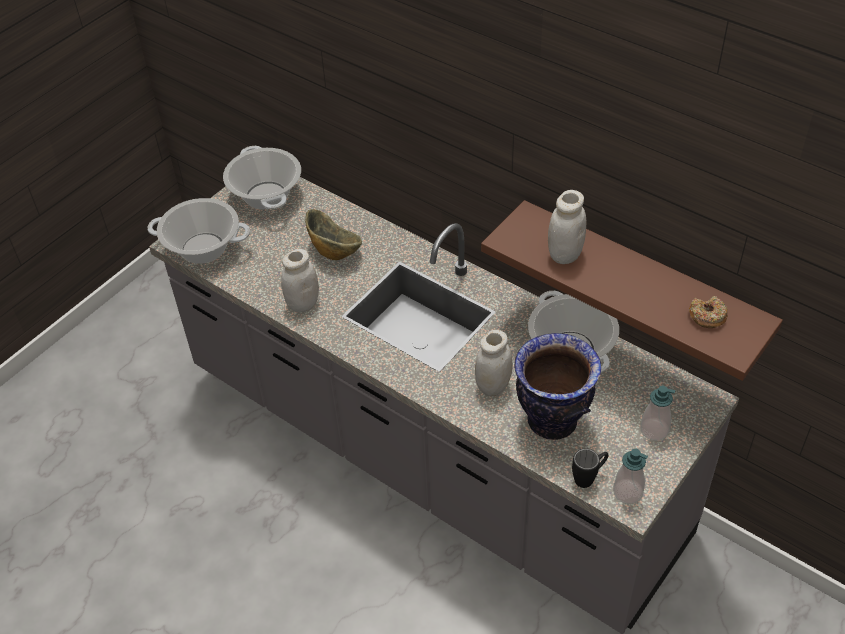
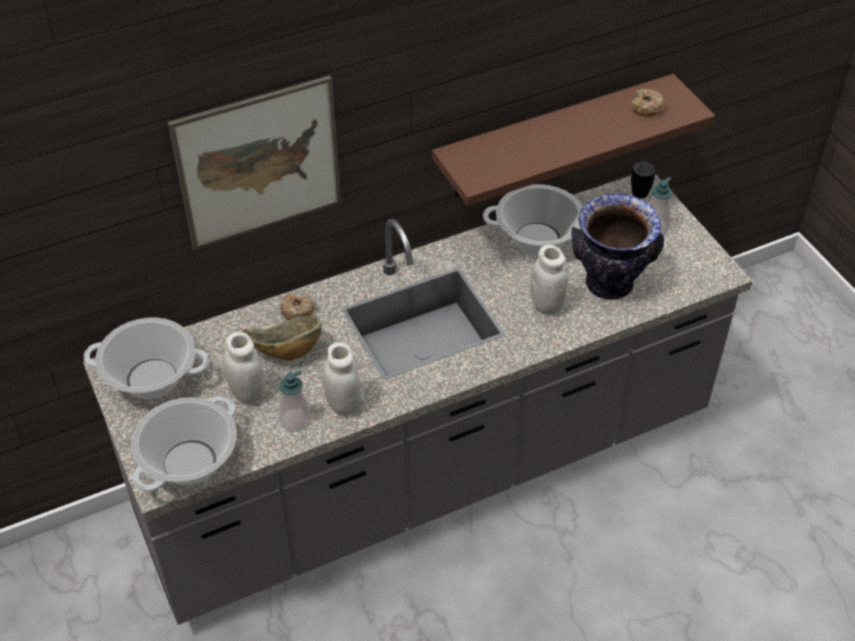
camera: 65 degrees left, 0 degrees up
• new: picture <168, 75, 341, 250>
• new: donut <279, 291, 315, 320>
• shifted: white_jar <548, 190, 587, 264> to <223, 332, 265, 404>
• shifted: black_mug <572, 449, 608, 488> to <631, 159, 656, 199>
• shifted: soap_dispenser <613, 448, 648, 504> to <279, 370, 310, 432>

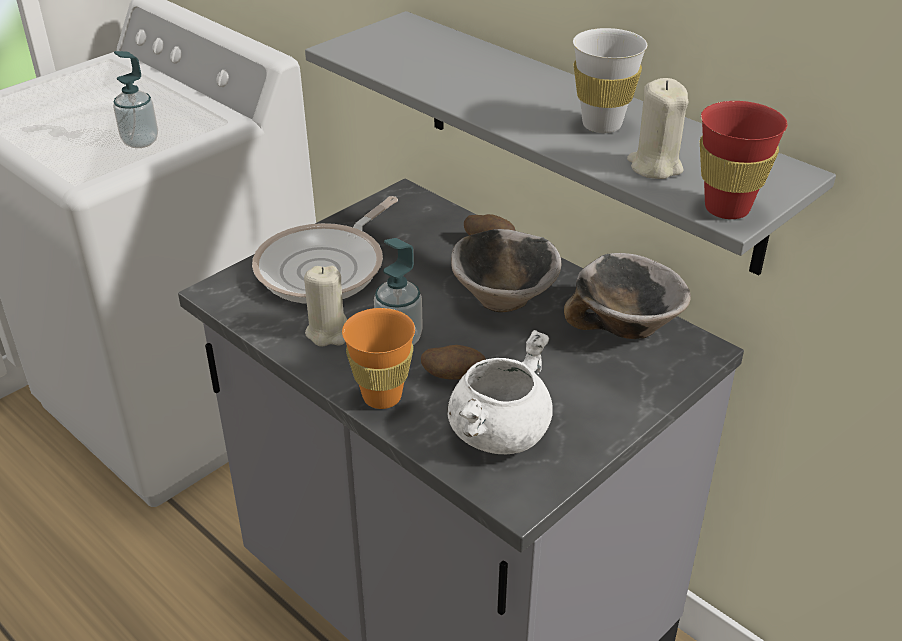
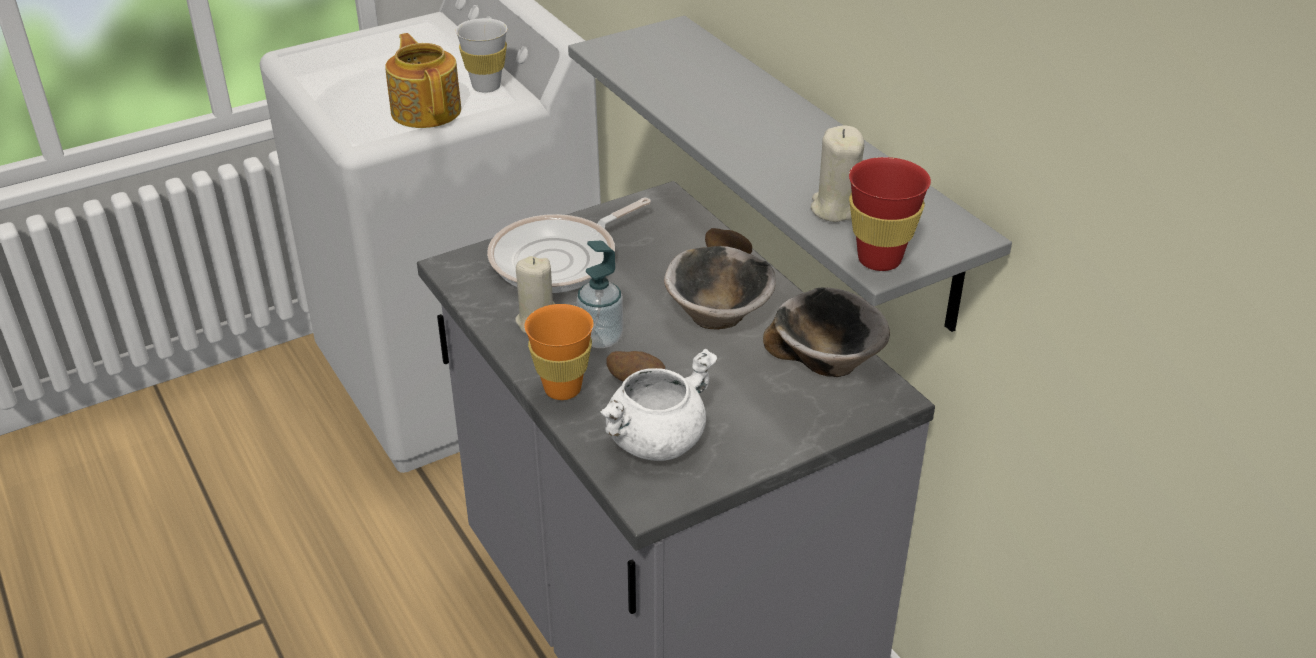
camera: 15 degrees right, 0 degrees up
• shifted: white_cup <573, 28, 647, 133> to <456, 18, 508, 93>
• swapped: soap_dispenser <113, 51, 158, 148> to teapot <385, 33, 461, 128>

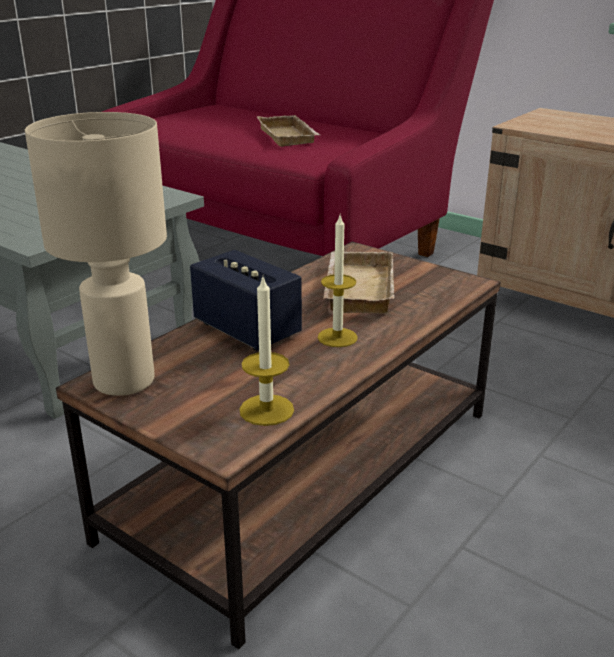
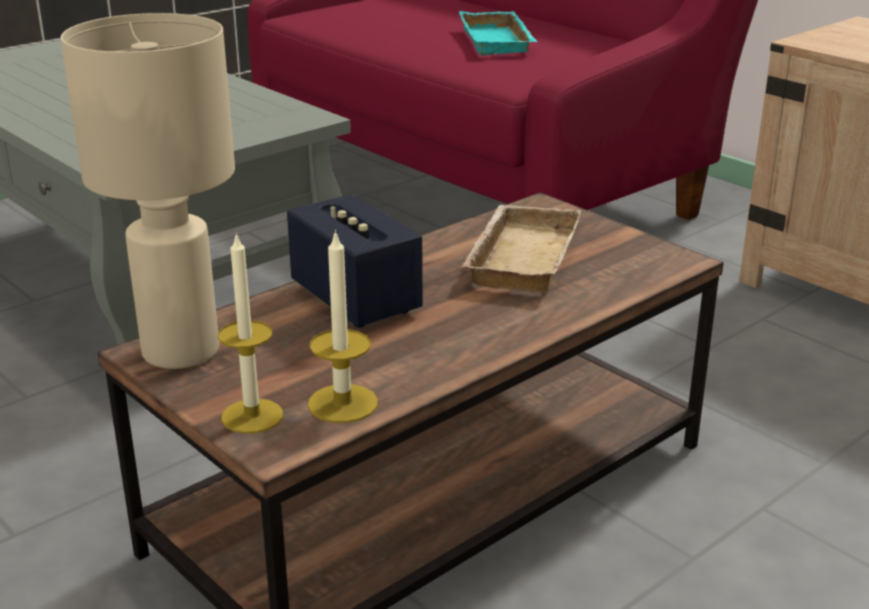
camera: 10 degrees right, 0 degrees up
• shifted: candle <318, 213, 358, 347> to <218, 232, 283, 434>
• repainted: beige_tray <256, 115, 320, 147> to turquoise_tray <459, 11, 537, 55>

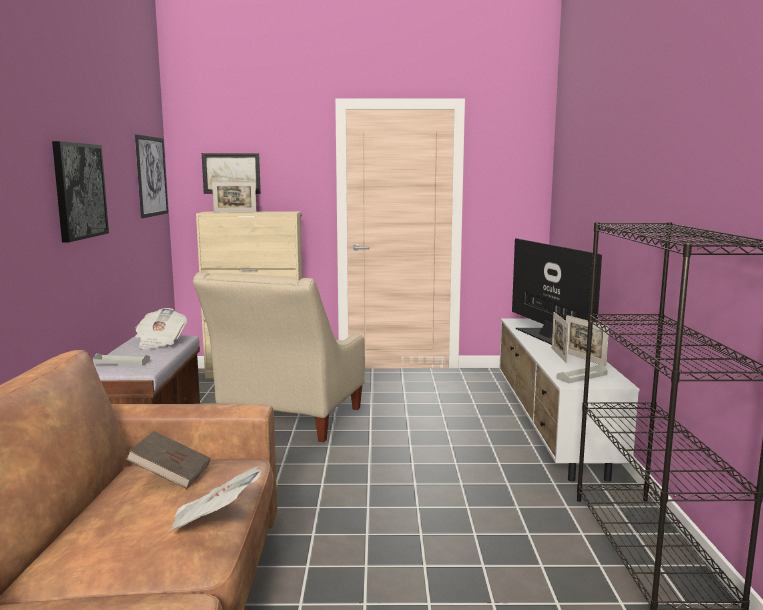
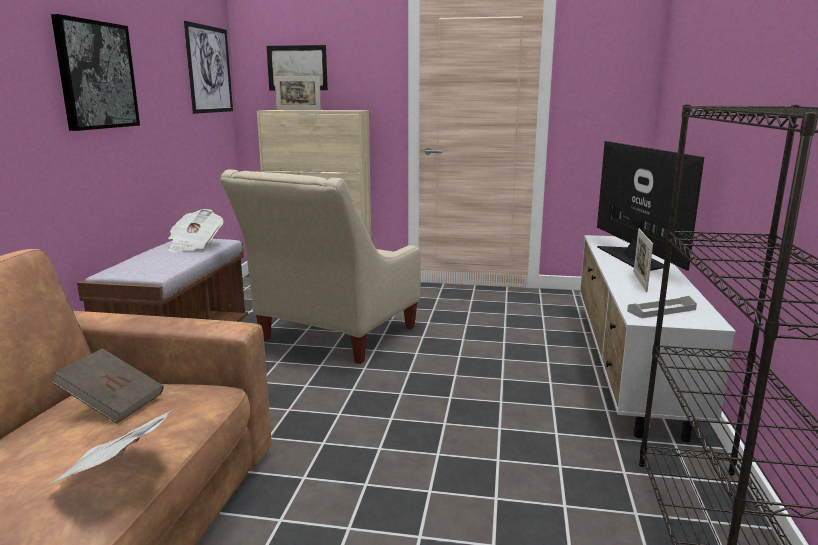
camera: 10 degrees right, 5 degrees up
• gone: grey_tray <93, 353, 150, 366>
• gone: picture_frame <566, 315, 609, 366>

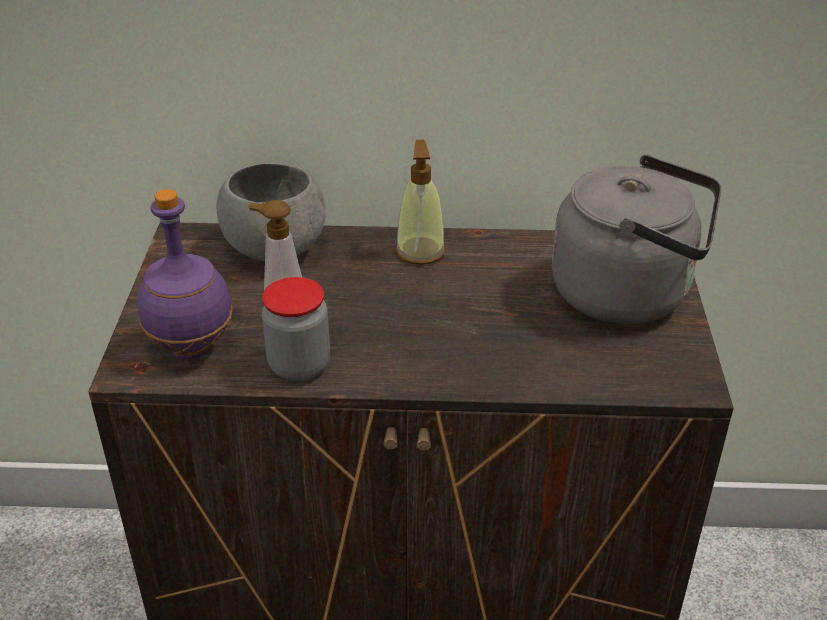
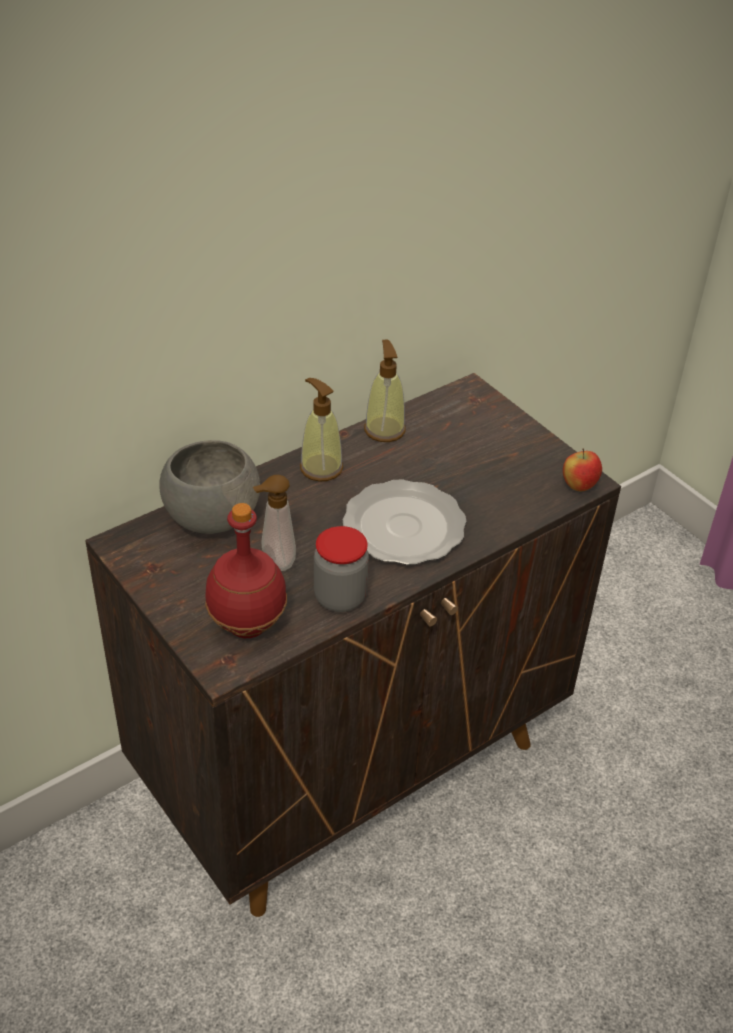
camera: 40 degrees left, 5 degrees up
• gone: grey_kettle <552, 155, 721, 324>
• new: plate <342, 479, 467, 565>
• new: soap_dispenser <364, 339, 406, 442>
• new: apple <563, 448, 602, 491>
• repainted: purple_bottle <137, 189, 233, 359> to red_bottle <205, 503, 287, 638>

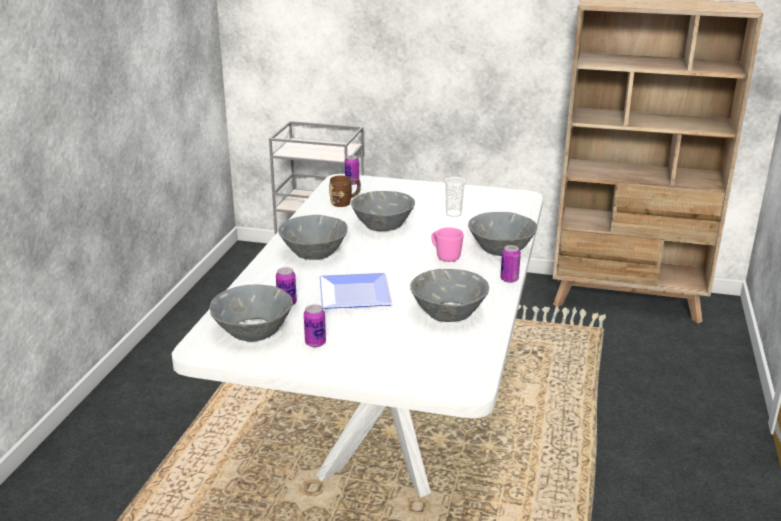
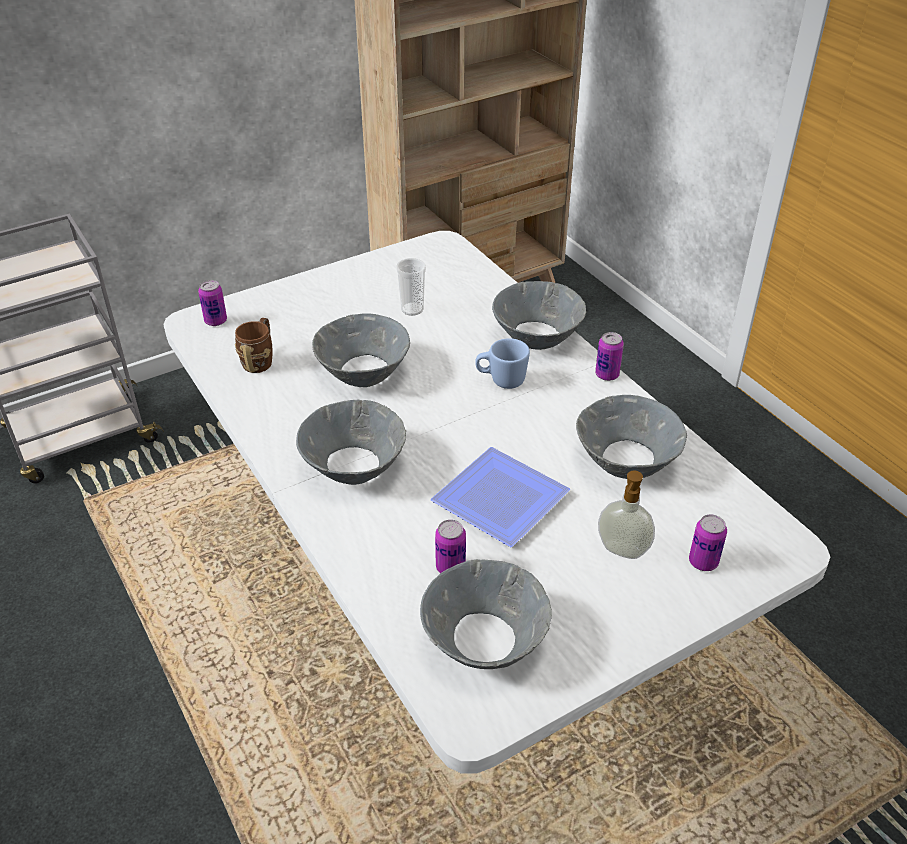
camera: 45 degrees left, 15 degrees up
• new: soap_dispenser <598, 470, 655, 559>
• shifted: can <304, 304, 326, 347> to <689, 514, 727, 571>
• repainted: pink_mug <431, 227, 464, 262> to blue_mug <475, 338, 530, 389>

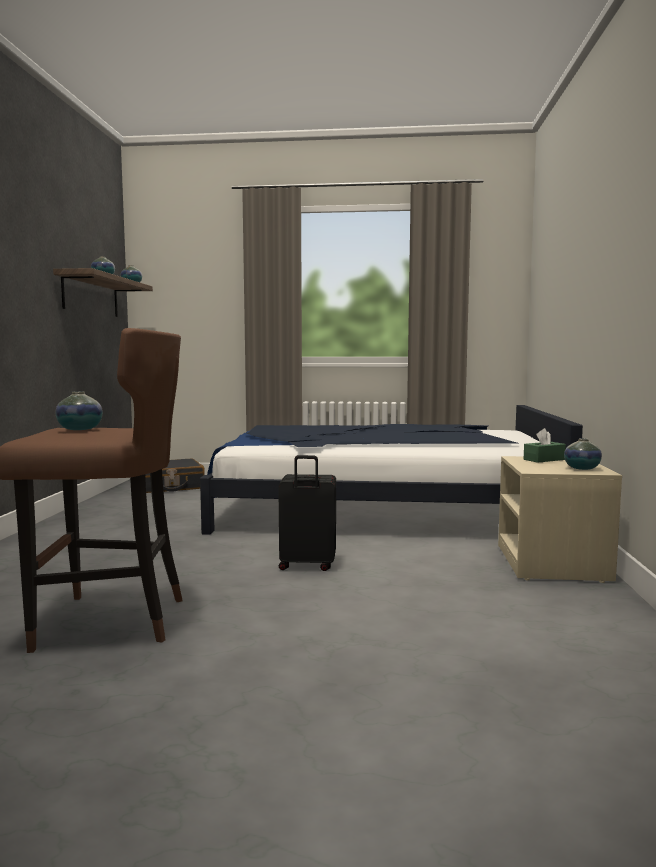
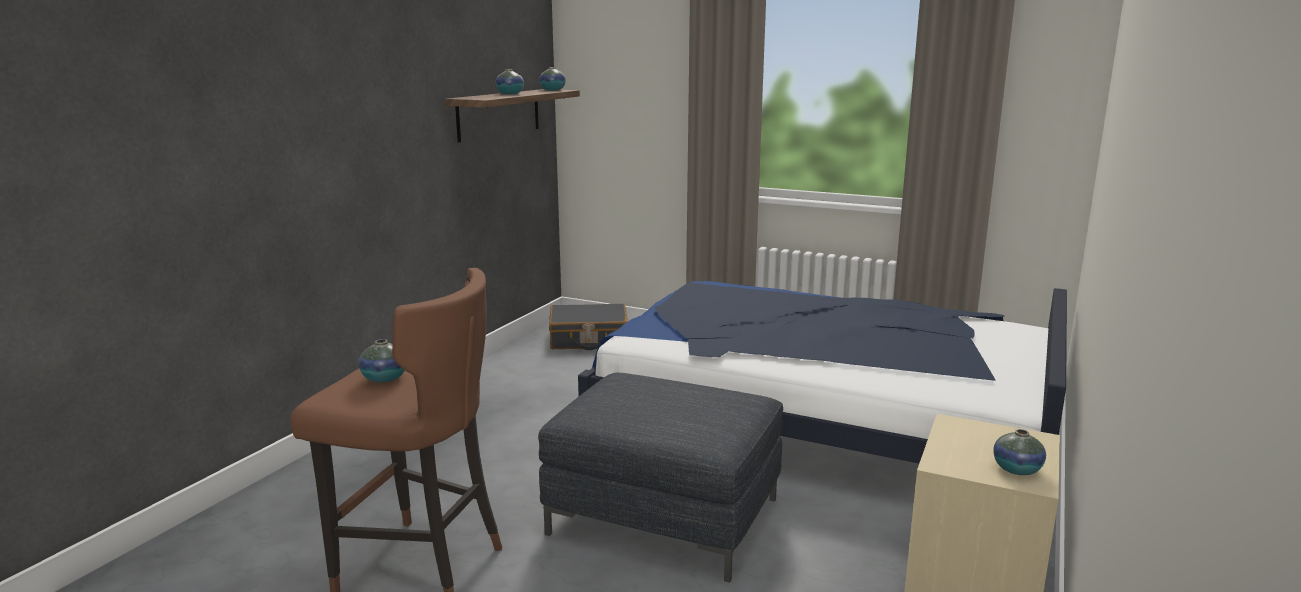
camera: 20 degrees right, 10 degrees up
• gone: green_tissue_box <524, 428, 566, 463>
• swapped: black_suitcase <278, 455, 336, 571> to grey_ottoman <538, 373, 783, 582>

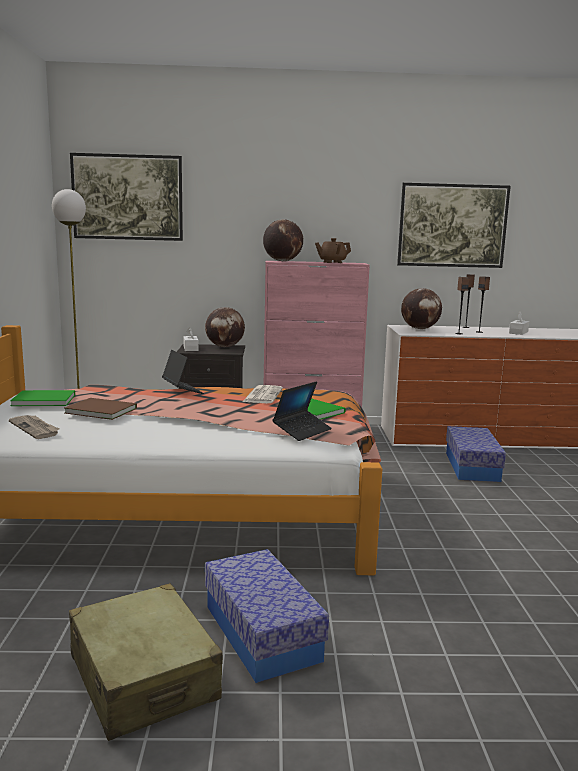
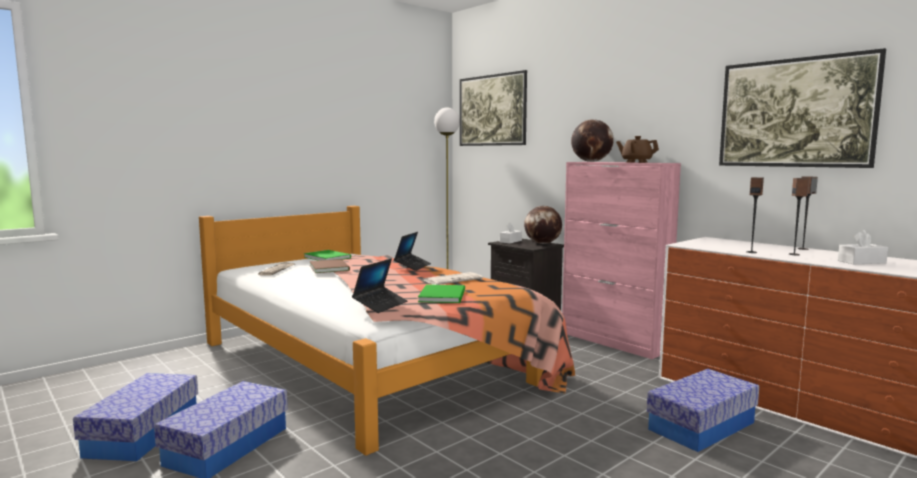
camera: 50 degrees right, 5 degrees down
• gone: globe <401, 288, 442, 329>
• swapped: beige_suitcase <69, 583, 223, 741> to storage_box <73, 373, 198, 461>
• rotated: laptop <273, 381, 332, 441> = <352, 259, 407, 313> 60 degrees counterclockwise

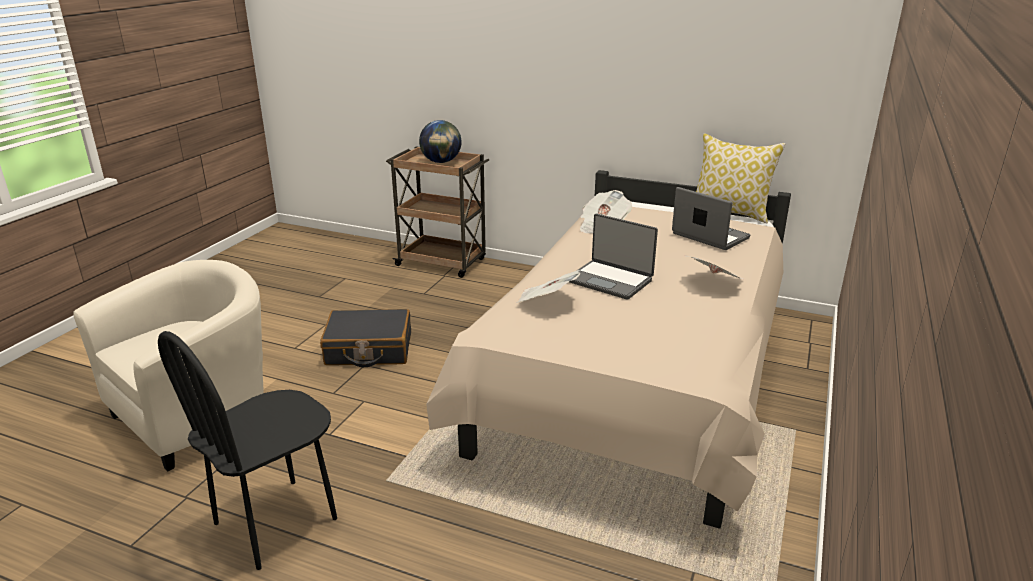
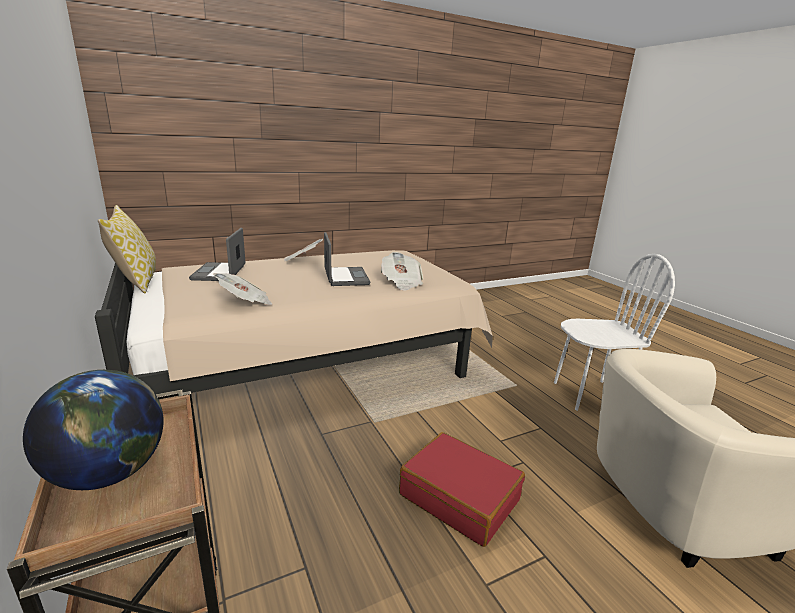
camera: 140 degrees left, 5 degrees down
• repainted: black_chair <158, 331, 337, 570> to white_chair <554, 254, 675, 411>
• repainted: black_suitcase <320, 309, 411, 367> to red_suitcase <399, 432, 525, 547>

